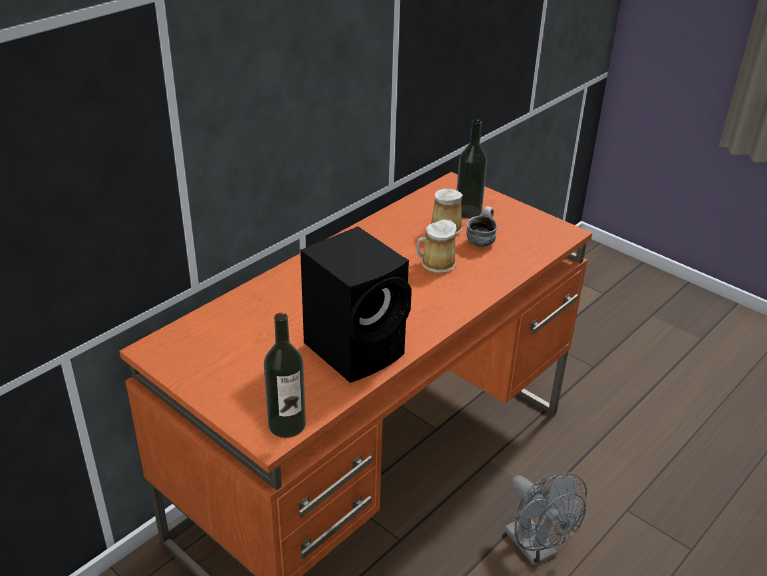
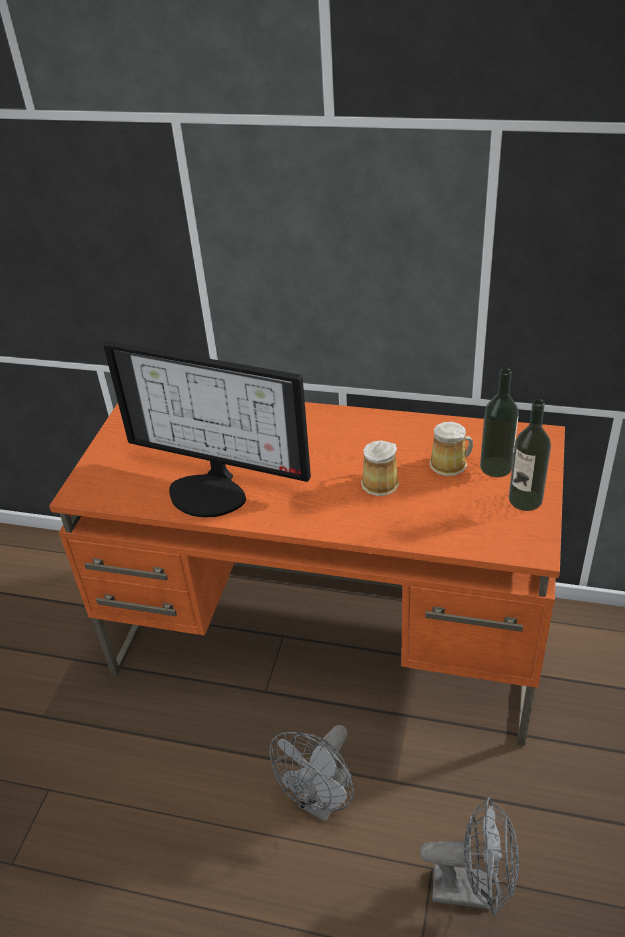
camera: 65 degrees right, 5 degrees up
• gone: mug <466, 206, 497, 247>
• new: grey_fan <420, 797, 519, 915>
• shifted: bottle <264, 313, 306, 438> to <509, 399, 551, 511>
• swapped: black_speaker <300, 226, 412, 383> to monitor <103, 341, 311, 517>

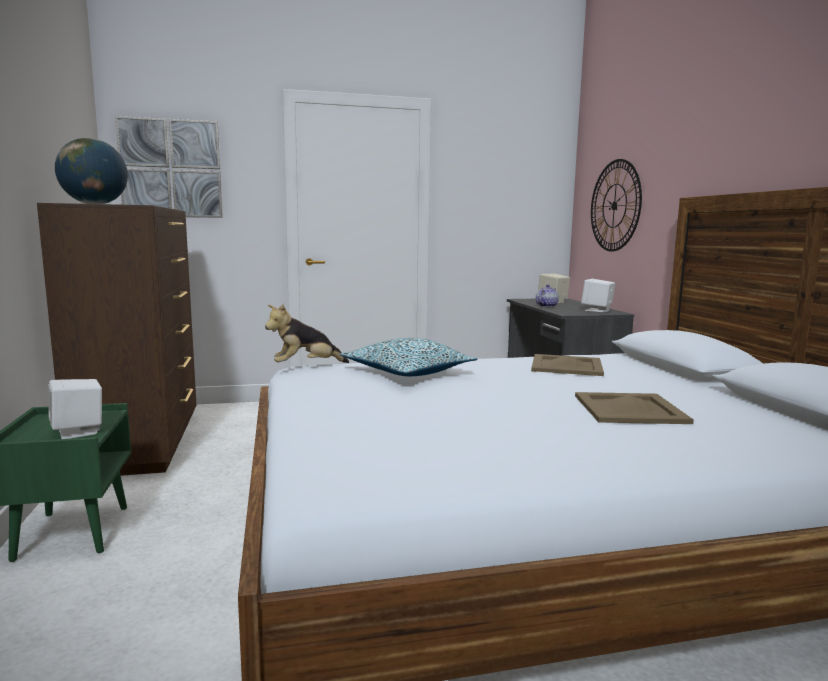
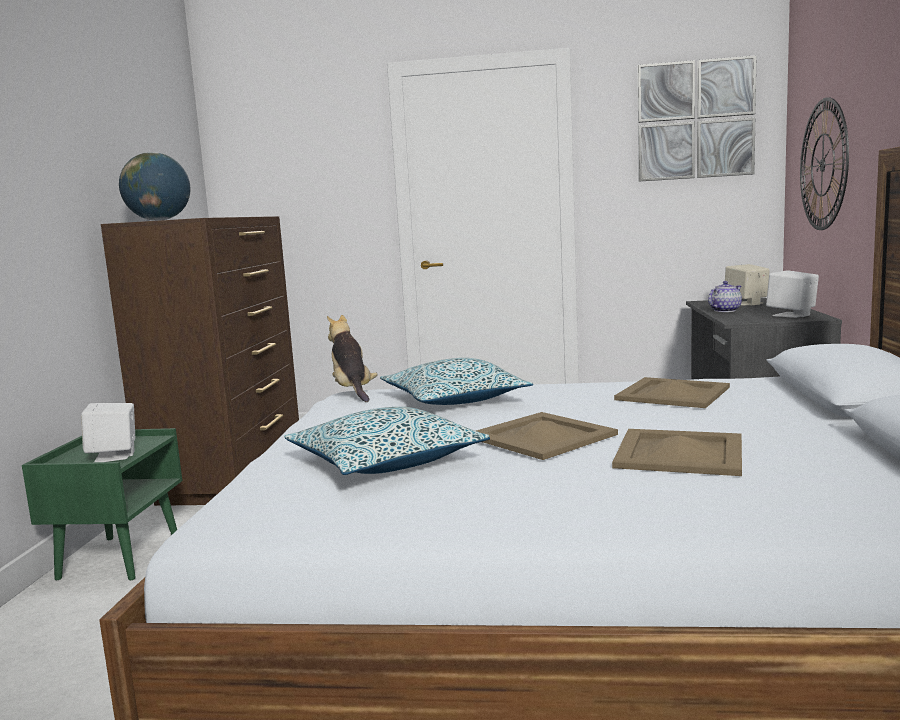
camera: 20 degrees right, 0 degrees up
• new: pillow <284, 407, 490, 475>
• new: beige_tray <476, 412, 618, 460>
• shifted: picture <115, 116, 223, 218> to <637, 55, 756, 182>
• rotated: plush_toy <265, 304, 349, 363> = <327, 315, 378, 402> 75 degrees clockwise

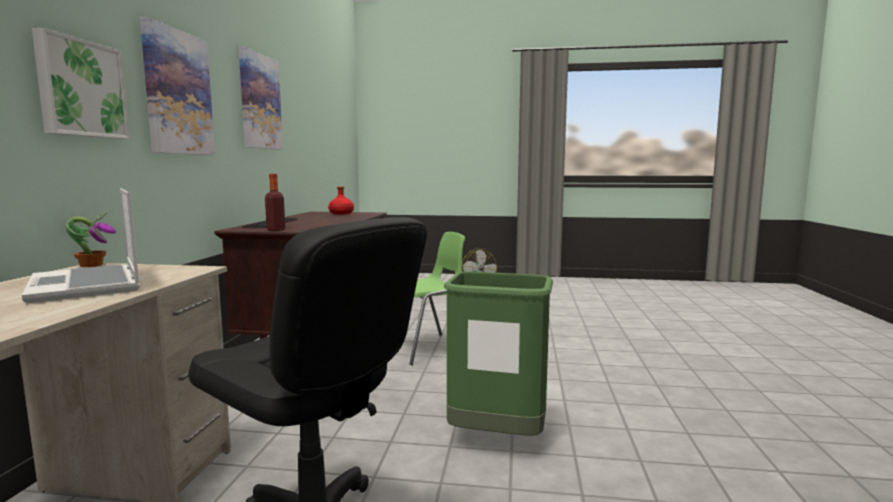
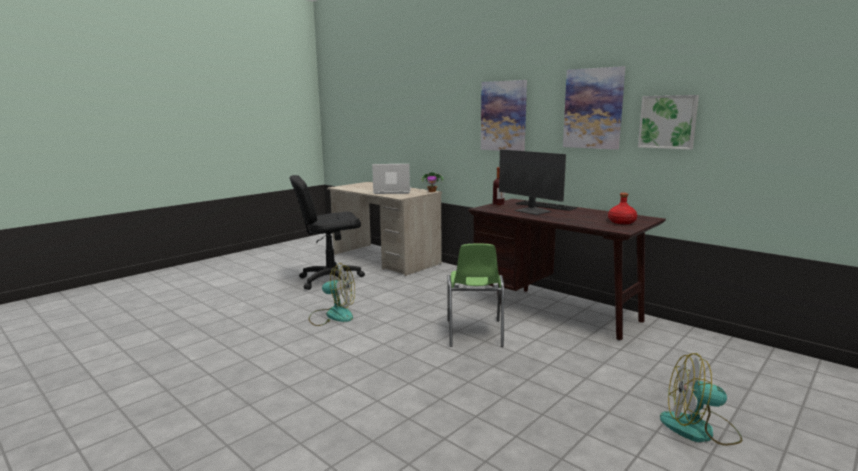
camera: 125 degrees right, 5 degrees up
• new: monitor <499, 149, 566, 215>
• shifted: picture <32, 28, 130, 139> to <638, 95, 699, 150>
• swapped: green_trash_can <444, 272, 553, 436> to fan <309, 263, 355, 326>

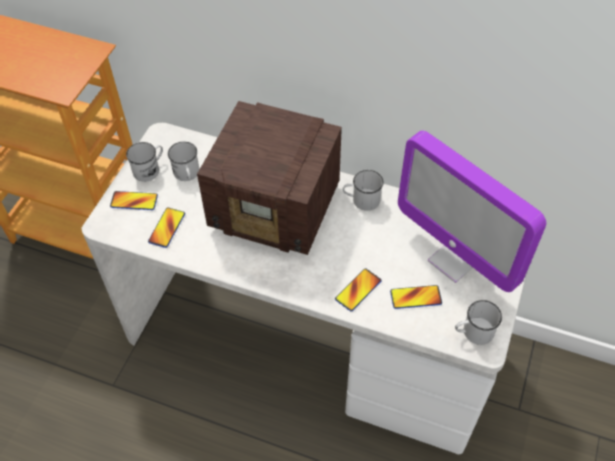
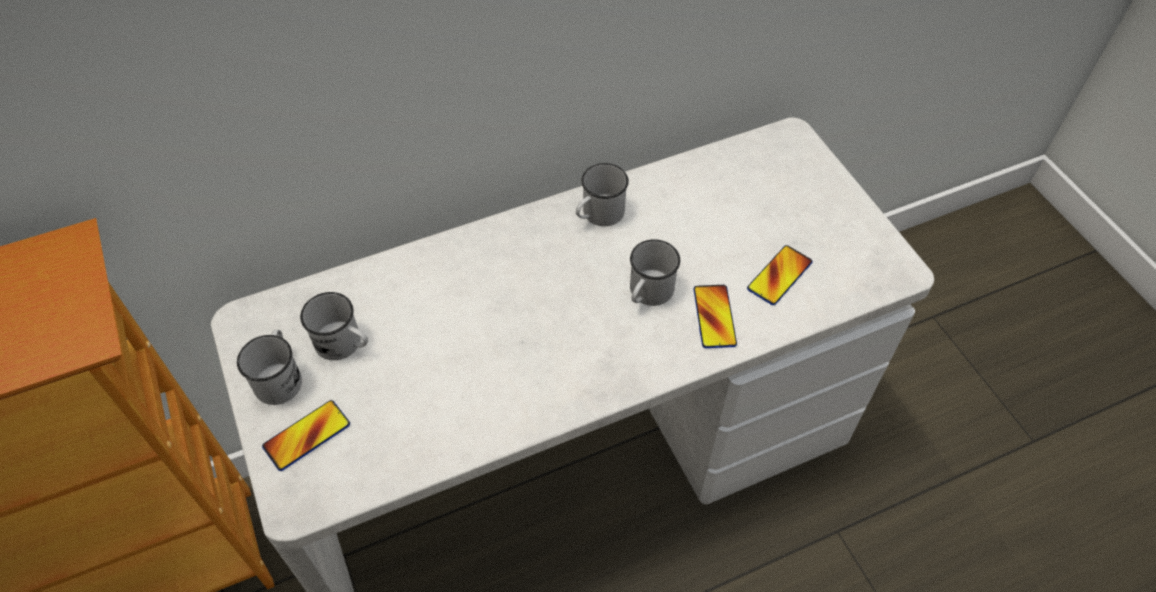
camera: 45 degrees left, 0 degrees up
• gone: phone <148, 207, 185, 248>
• gone: radio <197, 101, 342, 255>
• gone: monitor <398, 131, 546, 292>
• shifted: white_mug <455, 300, 502, 345> to <630, 239, 680, 306>

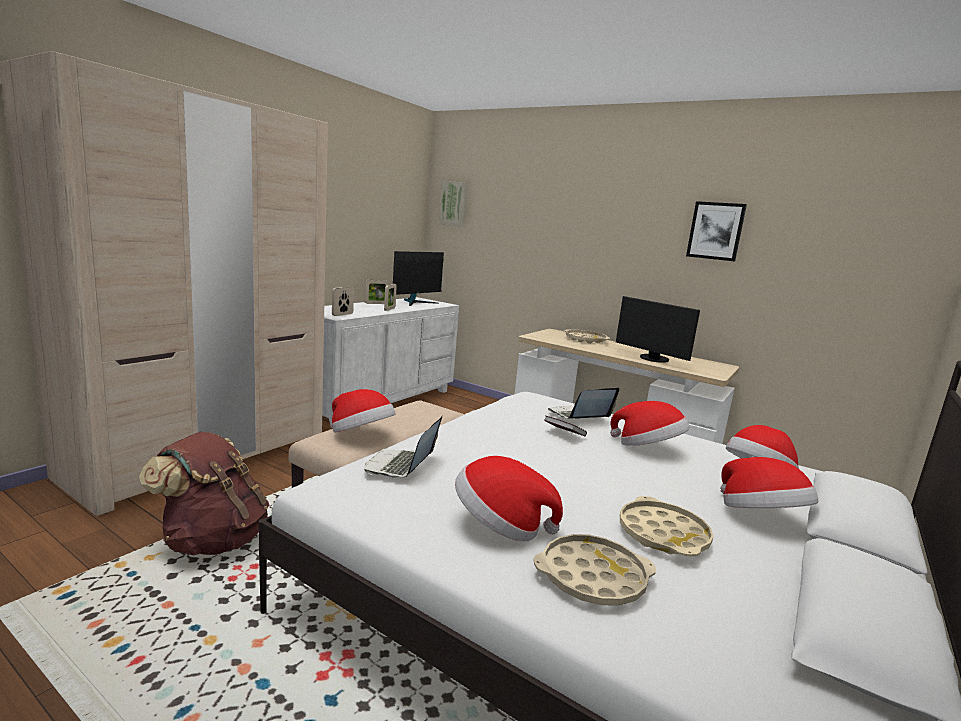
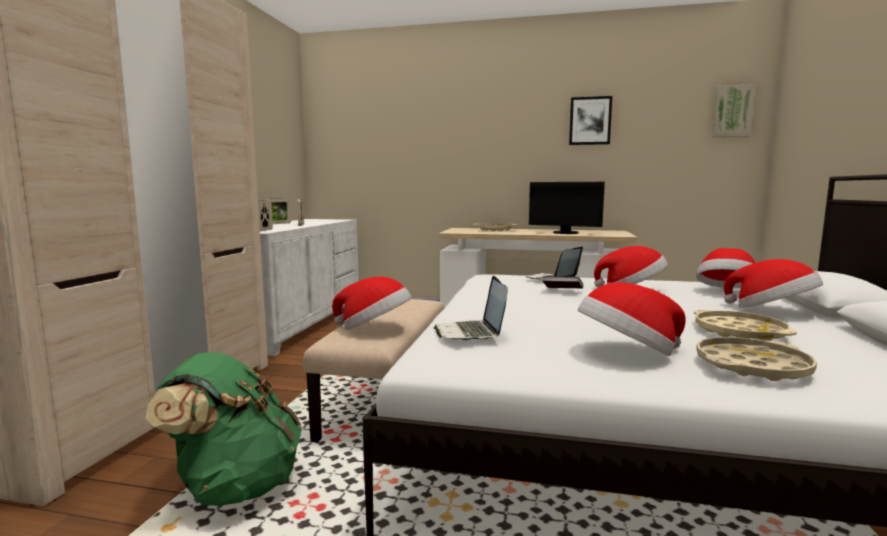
camera: 20 degrees left, 5 degrees down
• gone: monitor <393, 251, 444, 306>
• shifted: picture <439, 181, 468, 227> to <712, 84, 755, 137>
• repainted: brown_backpack <139, 432, 269, 556> to green_backpack <146, 352, 302, 506>

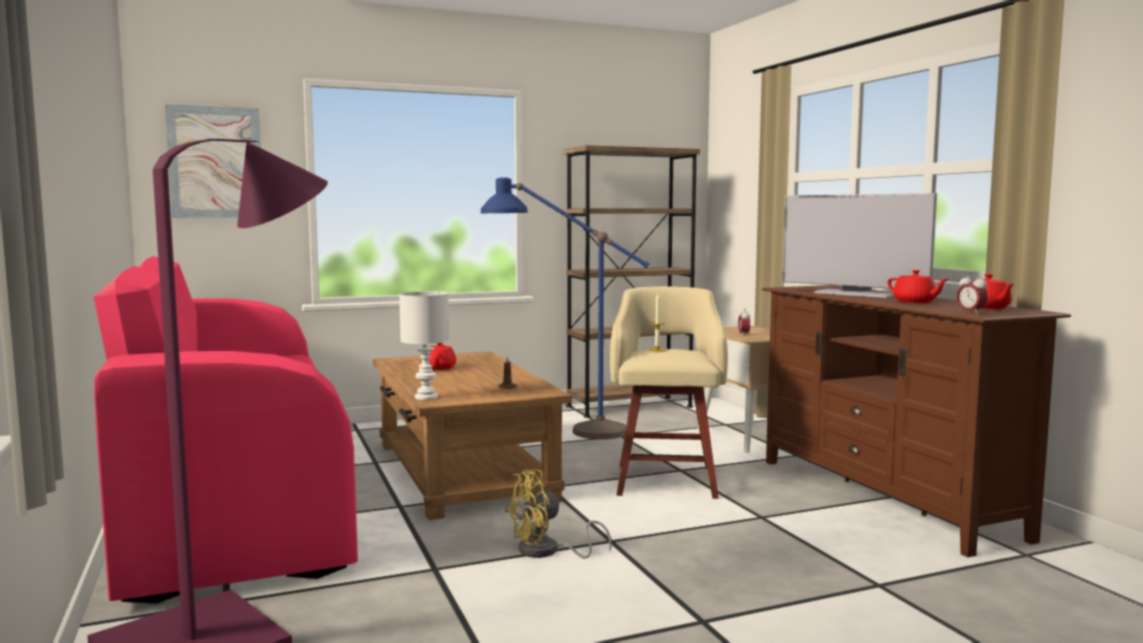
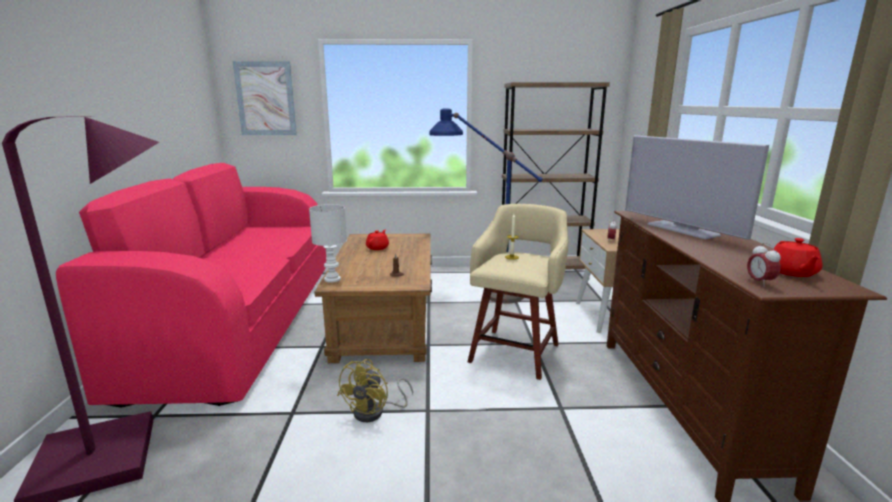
camera: 20 degrees right, 10 degrees up
• gone: red_teapot <887, 270, 949, 303>
• rotated: yellow_fan <505, 469, 611, 558> = <337, 359, 413, 422> 60 degrees counterclockwise

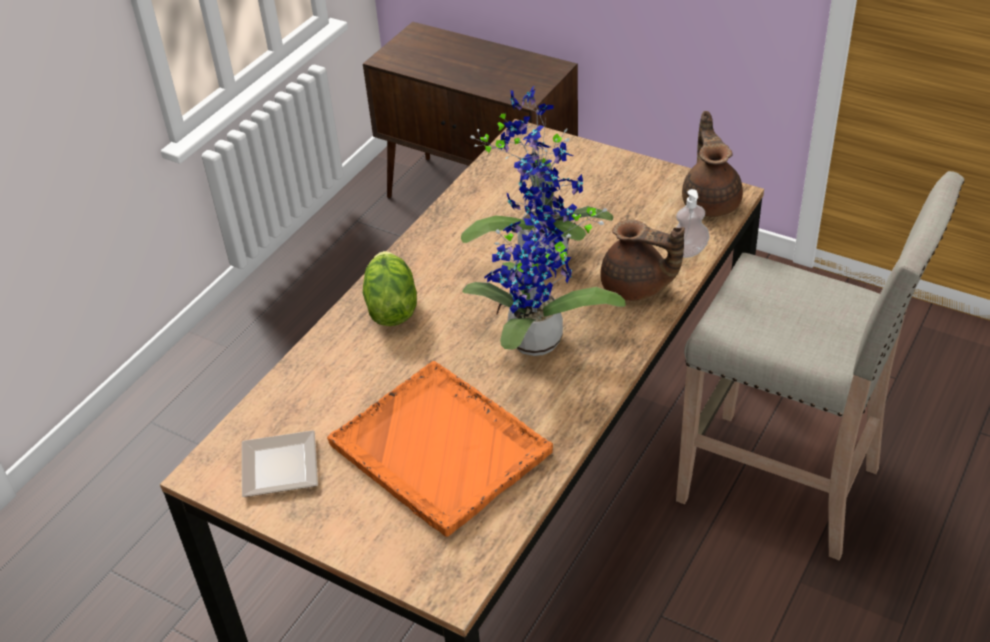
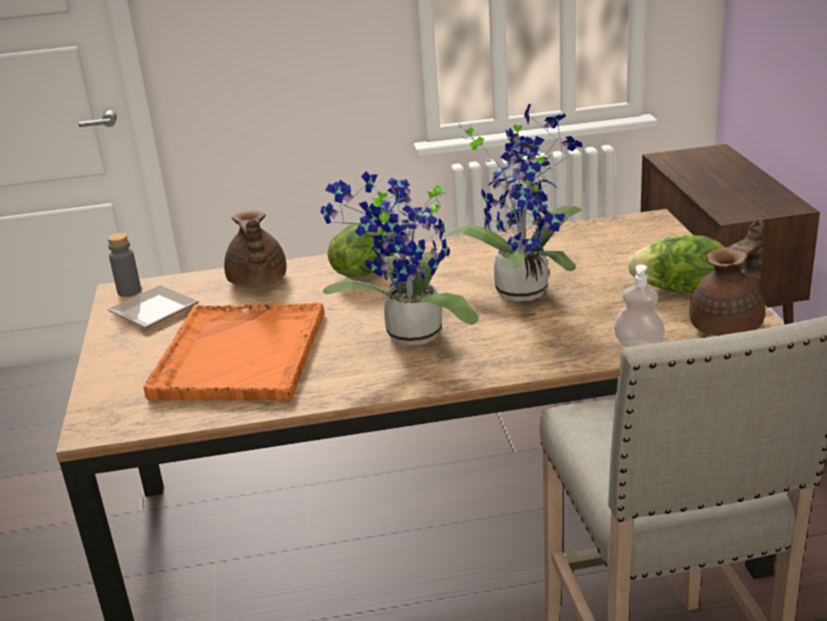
camera: 50 degrees right, 15 degrees down
• new: grey_bottle <107, 233, 141, 297>
• new: lettuce <628, 235, 725, 293>
• shifted: brown_teapot <600, 220, 685, 301> to <224, 211, 286, 287>

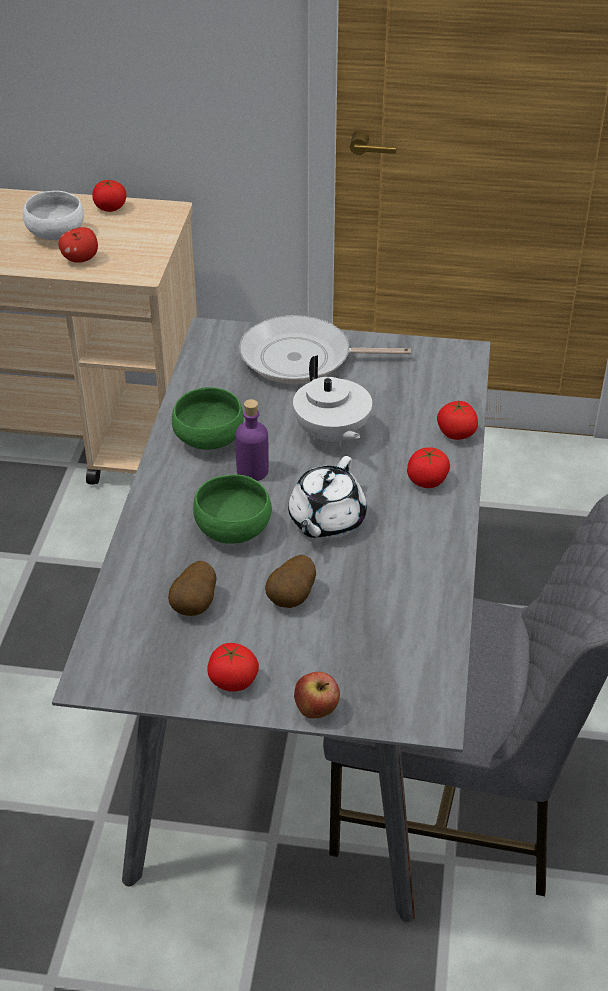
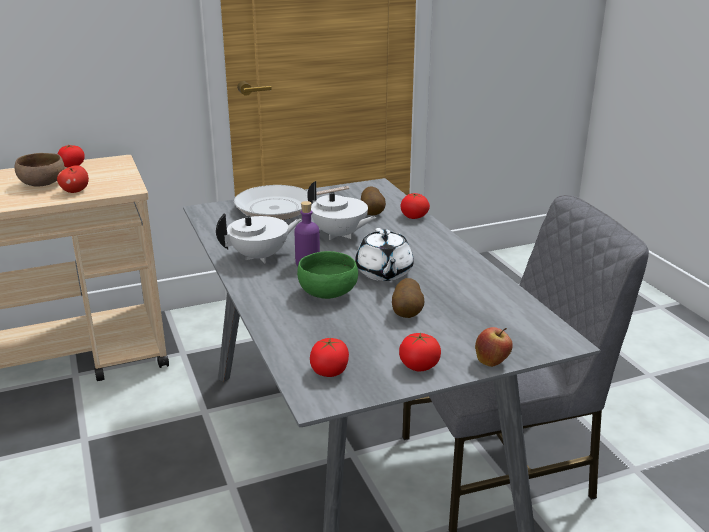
camera: 30 degrees left, 15 degrees down
• shifted: potato <168, 561, 216, 616> to <361, 186, 386, 215>
• shifted: tomato <407, 447, 450, 488> to <310, 337, 349, 377>
• swapped: green_bowl <172, 387, 244, 450> to white_teapot <216, 213, 302, 264>
• repainted: white_bowl <23, 191, 84, 240> to brown_bowl <15, 153, 65, 187>

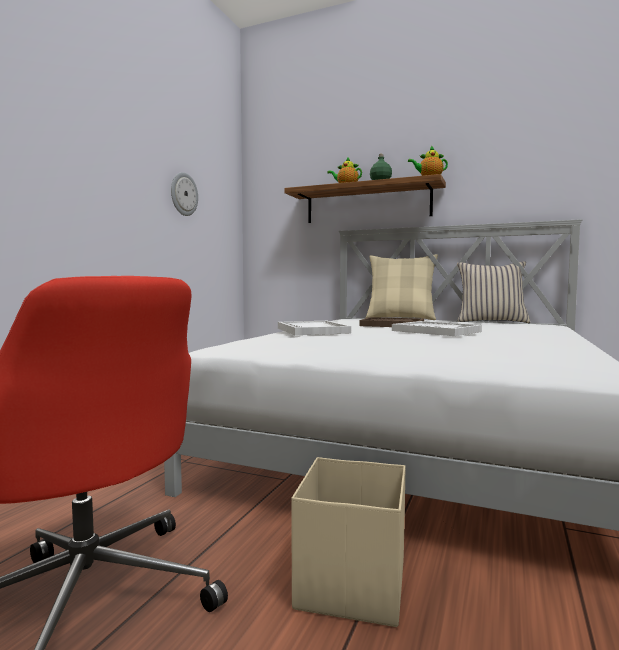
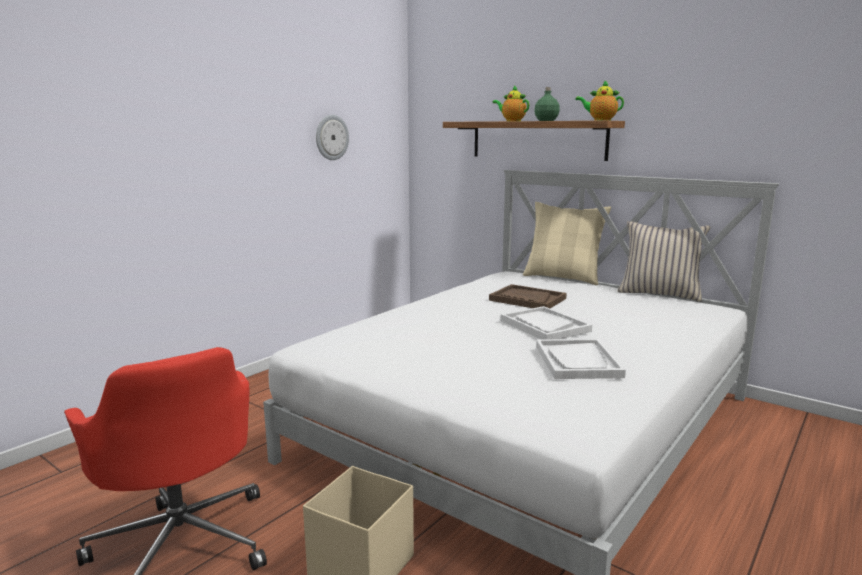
camera: 15 degrees right, 10 degrees up
• shifted: white_tray <278, 321, 351, 335> to <536, 339, 626, 379>

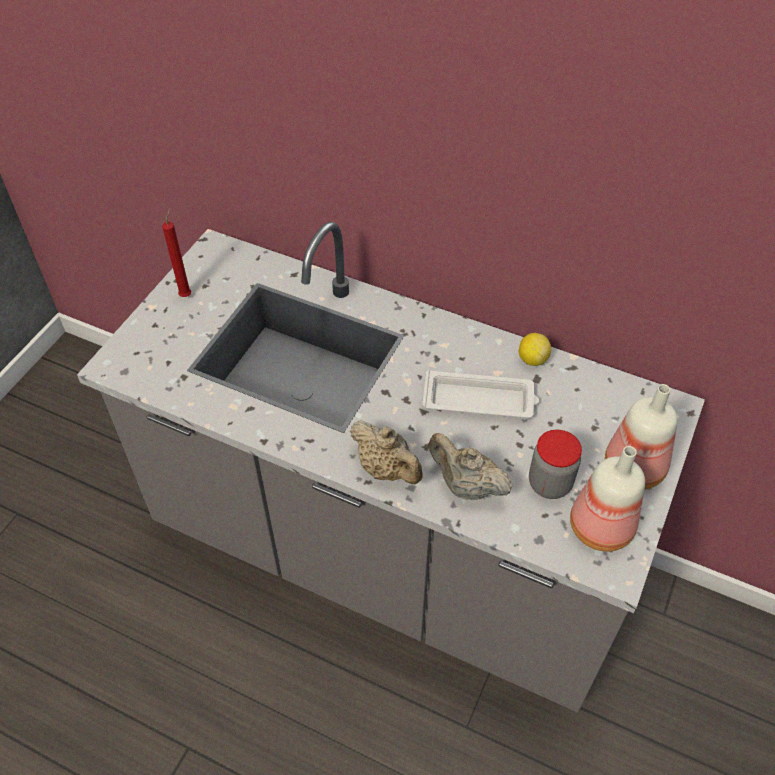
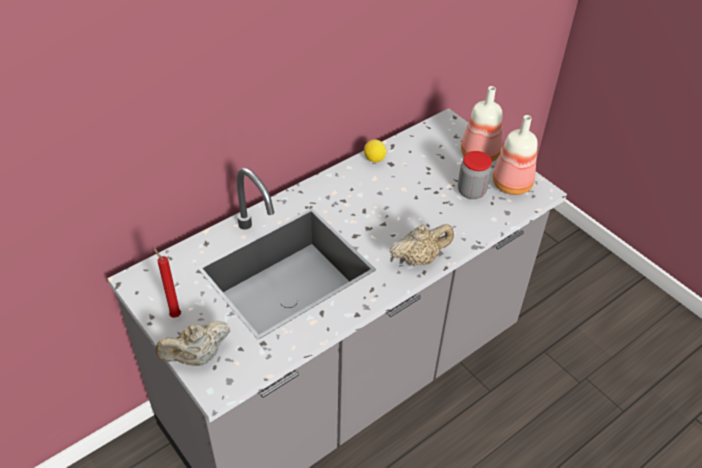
camera: 65 degrees left, 5 degrees down
• gone: white_tray <422, 370, 539, 418>
• shifted: beige_teapot <428, 433, 512, 500> to <156, 321, 230, 366>

